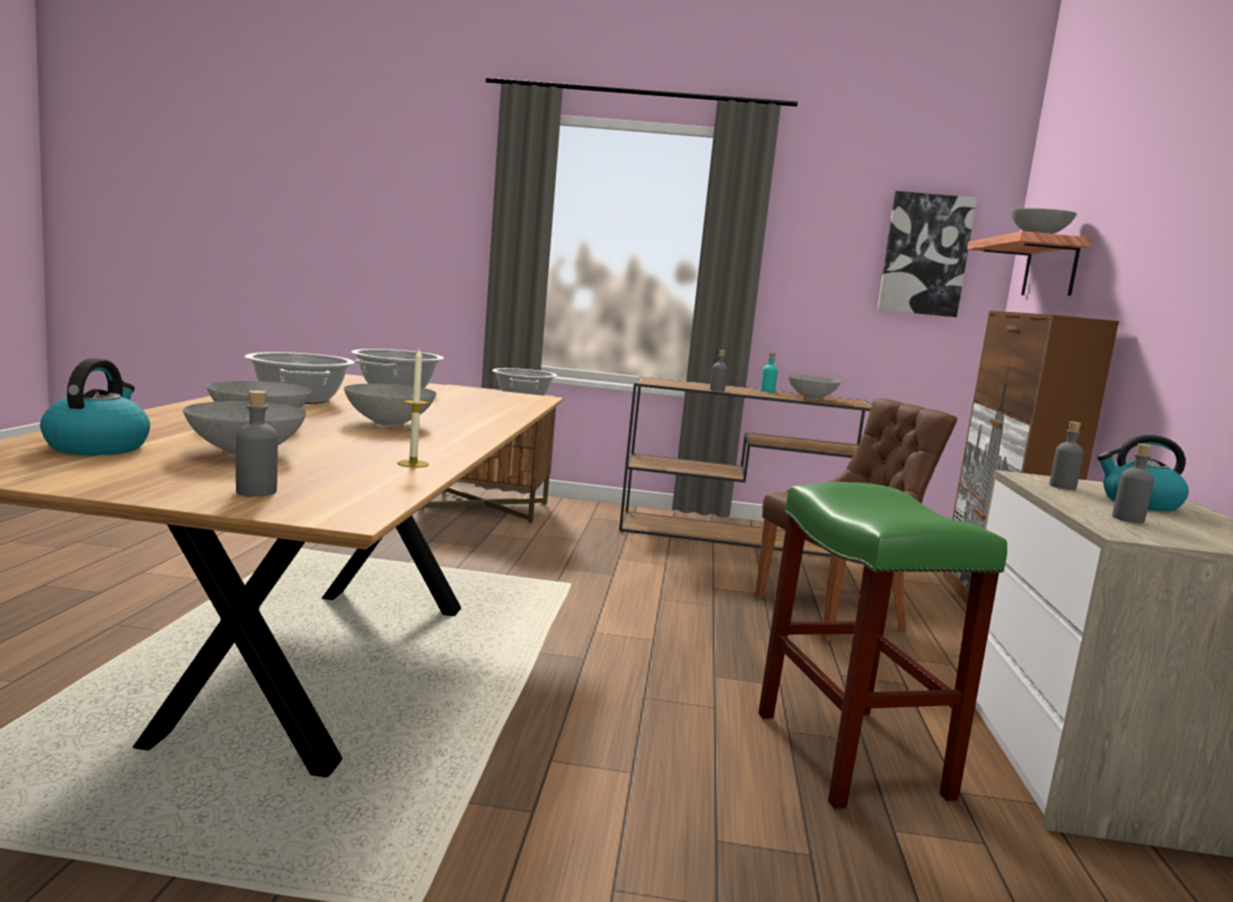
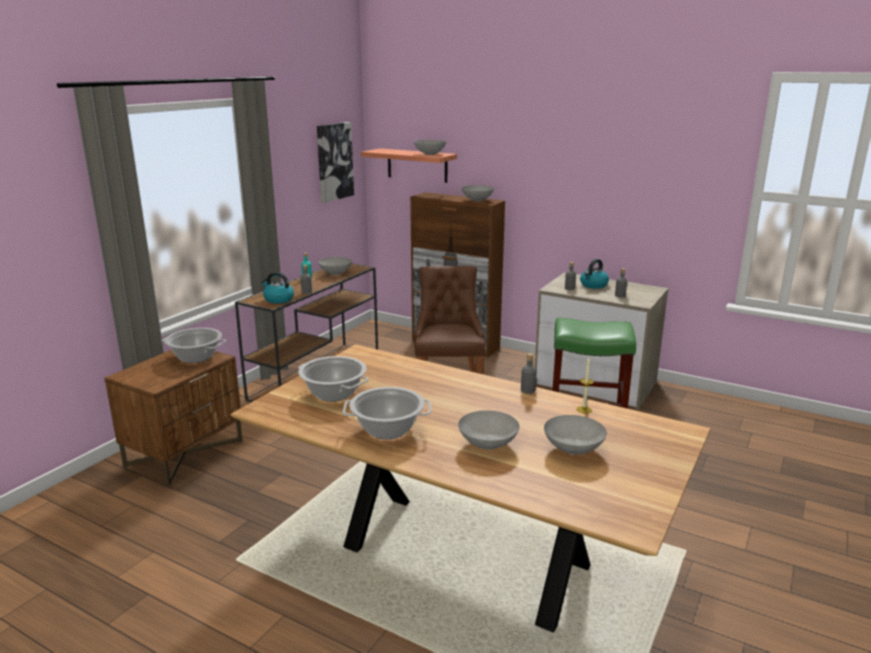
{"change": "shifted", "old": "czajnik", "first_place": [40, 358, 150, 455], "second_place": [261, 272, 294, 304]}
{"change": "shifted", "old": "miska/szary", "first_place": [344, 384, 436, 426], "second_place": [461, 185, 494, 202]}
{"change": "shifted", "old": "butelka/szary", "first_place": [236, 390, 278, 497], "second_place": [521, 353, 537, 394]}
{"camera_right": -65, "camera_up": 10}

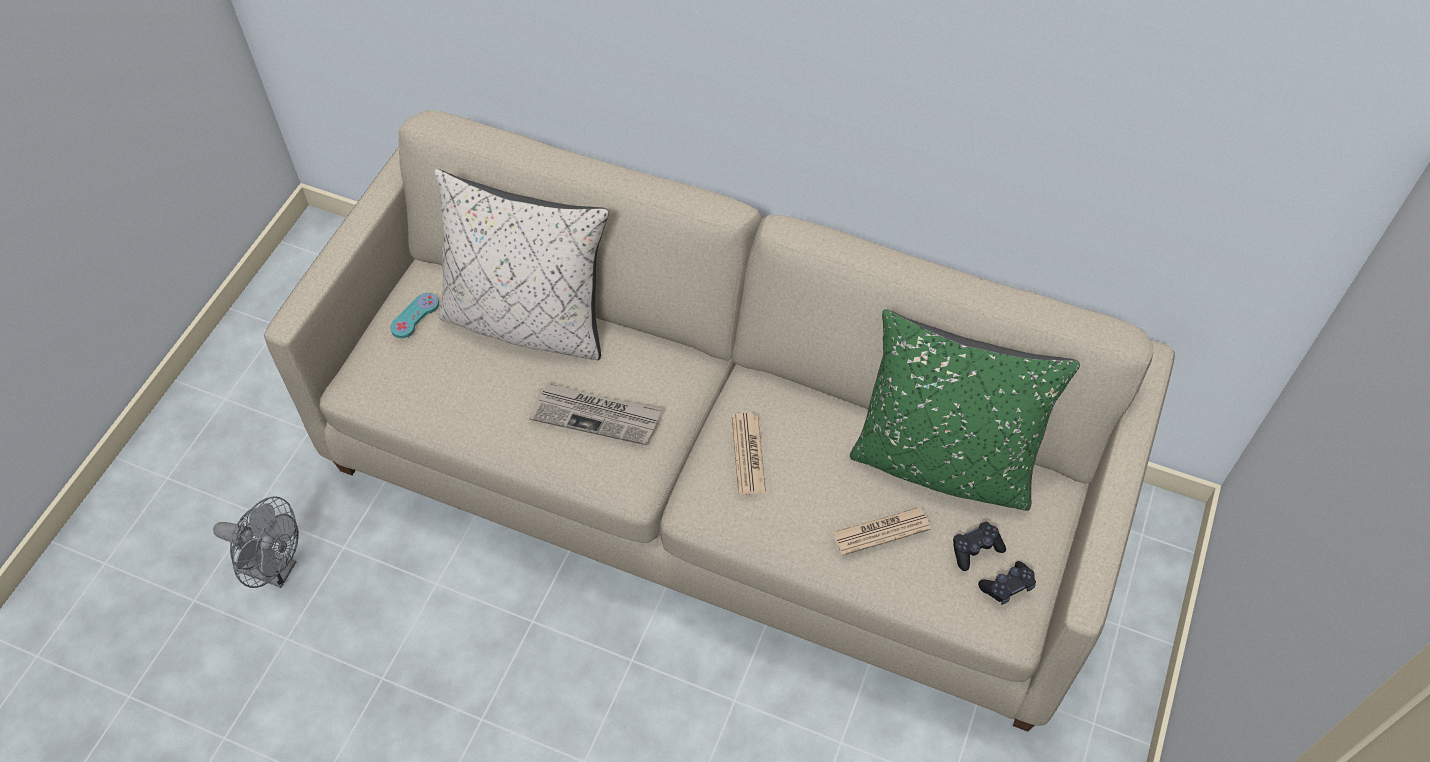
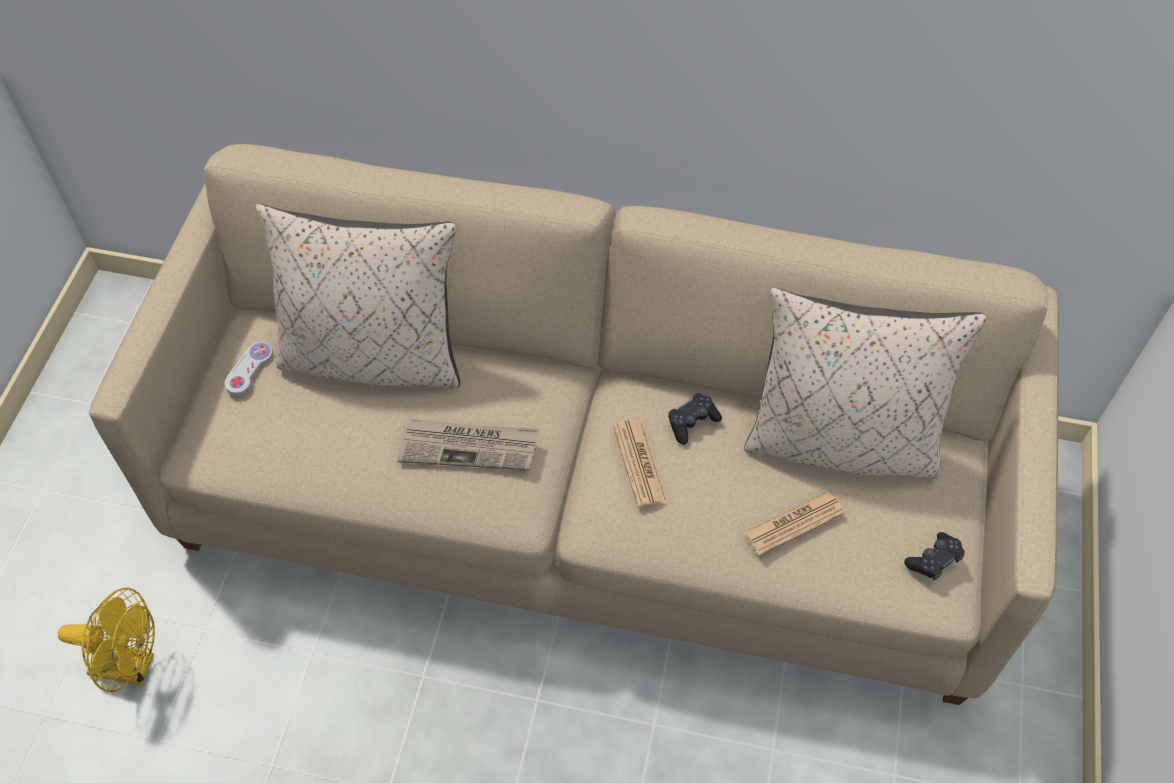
{"change": "repainted", "old": "pad do gier/turkusowy", "new": "pad do gier/biały", "first_place": [390, 293, 439, 338], "second_place": [224, 342, 273, 395]}
{"change": "repainted", "old": "poduszka/zielony", "new": "poduszka/beżowy", "first_place": [850, 309, 1080, 511], "second_place": [744, 288, 986, 479]}
{"change": "repainted", "old": "wentylator/szary", "new": "wentylator/żółty", "first_place": [213, 496, 299, 588], "second_place": [58, 588, 155, 692]}
{"change": "shifted", "old": "pad do gier/czarny", "first_place": [953, 522, 1006, 571], "second_place": [668, 393, 722, 445]}
{"camera_right": -10, "camera_up": 0}

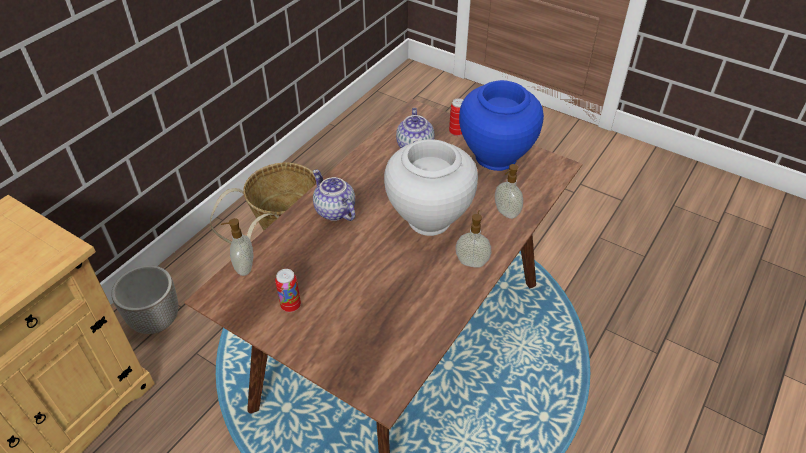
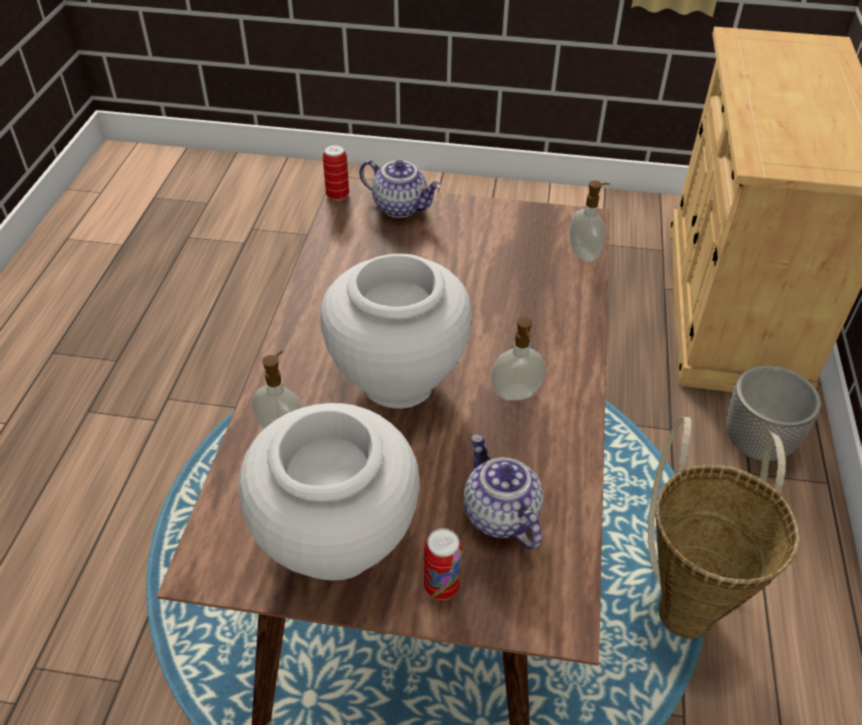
{"change": "repainted", "old": "wazon/niebieski", "new": "wazon/biały", "first_place": [459, 80, 544, 171], "second_place": [238, 403, 419, 581]}
{"change": "shifted", "old": "imbryk", "first_place": [313, 170, 355, 221], "second_place": [359, 160, 441, 218]}
{"change": "shifted", "old": "dozownik mydła", "first_place": [455, 210, 491, 268], "second_place": [491, 317, 546, 401]}
{"change": "shifted", "old": "puszka", "first_place": [275, 269, 301, 312], "second_place": [323, 144, 349, 201]}
{"camera_right": 155, "camera_up": 0}

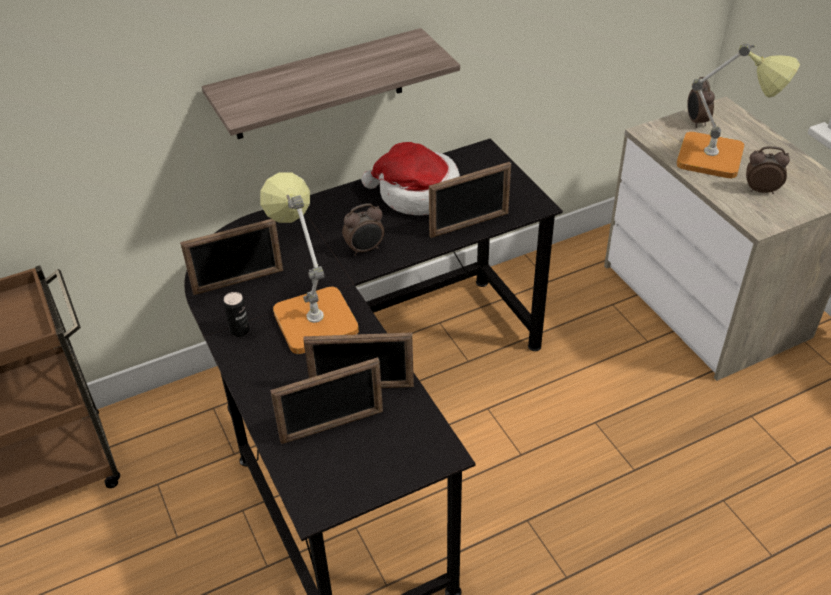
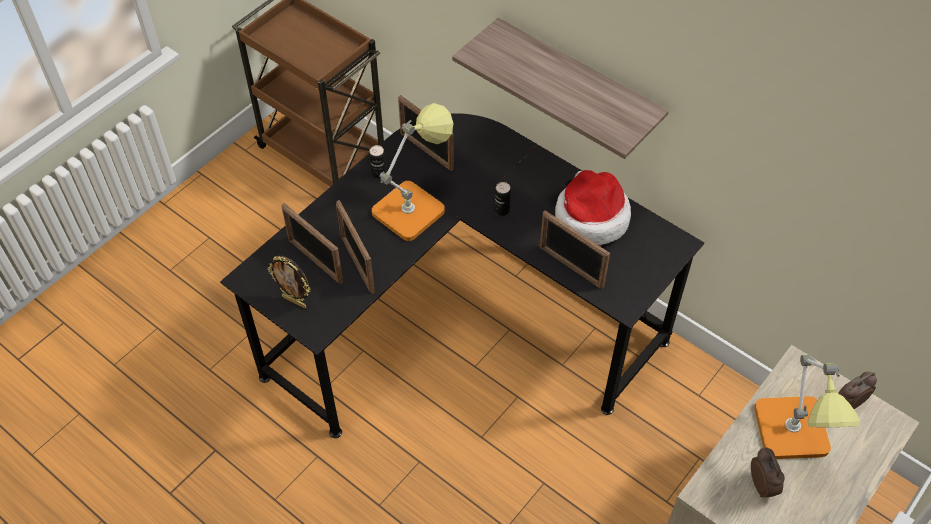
{"change": "swapped", "old": "budzik", "new": "puszka", "first_place": [342, 203, 384, 256], "second_place": [494, 182, 511, 216]}
{"change": "new", "new": "ramka na zdjęcie", "second_place": [267, 256, 310, 308]}
{"camera_right": 65, "camera_up": 10}

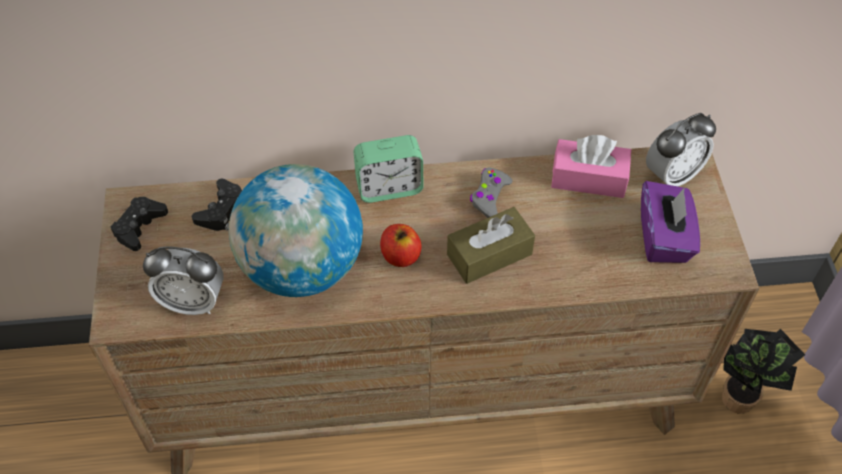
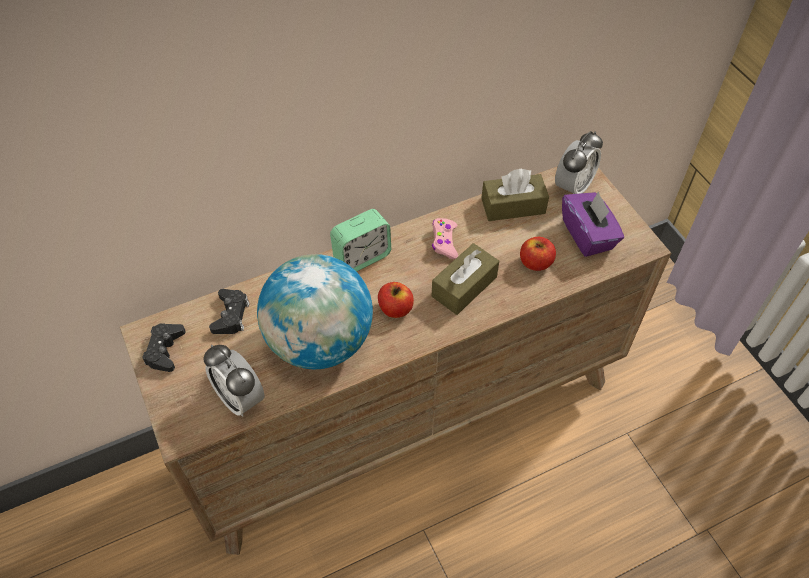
{"change": "repainted", "old": "pudełko chusteczek/różowy", "new": "pudełko chusteczek/brązowy", "first_place": [551, 135, 631, 198], "second_place": [481, 168, 549, 221]}
{"change": "repainted", "old": "pad do gier/szary", "new": "pad do gier/różowy", "first_place": [470, 167, 513, 218], "second_place": [432, 218, 458, 259]}
{"change": "rotated", "old": "budzik", "first_place": [143, 247, 224, 315], "second_place": [203, 345, 264, 417], "degrees": 60}
{"change": "gone", "old": "roślina doniczkowa", "first_place": [722, 329, 805, 414]}
{"change": "new", "new": "jabłko", "second_place": [520, 237, 556, 271]}
{"camera_right": -20, "camera_up": 0}

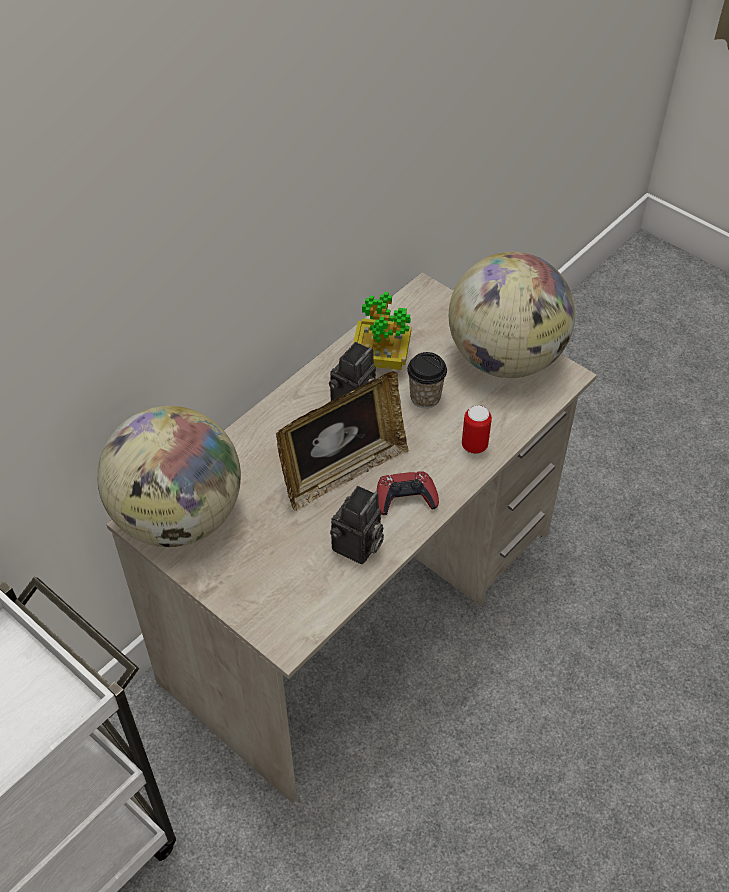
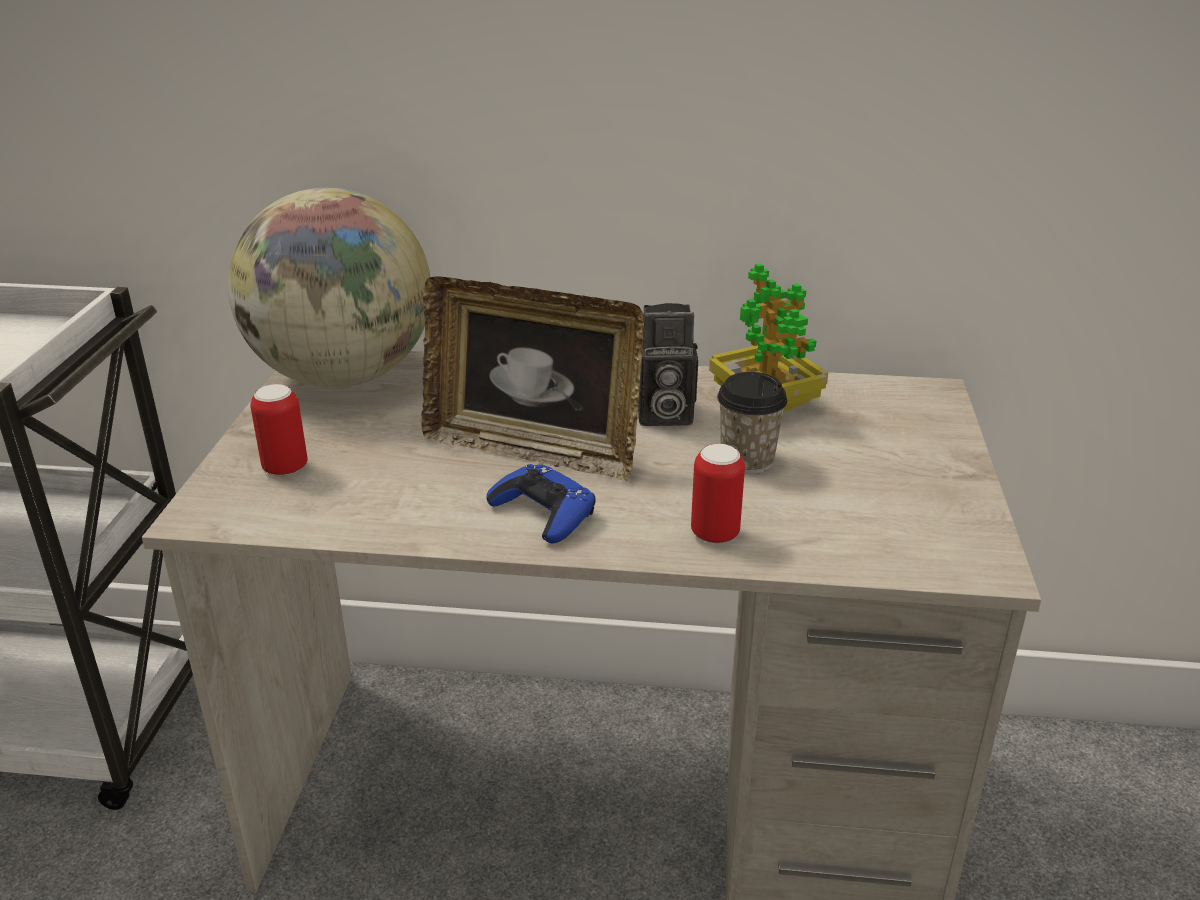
{"change": "gone", "old": "globus", "first_place": [449, 252, 575, 378]}
{"change": "repainted", "old": "pad do gier/czerwony", "new": "pad do gier/niebieski", "first_place": [377, 471, 439, 515], "second_place": [486, 464, 596, 543]}
{"change": "gone", "old": "aparat fotograficzny", "first_place": [330, 486, 384, 564]}
{"change": "new", "new": "puszka", "second_place": [250, 384, 308, 477]}
{"camera_right": 55, "camera_up": -20}

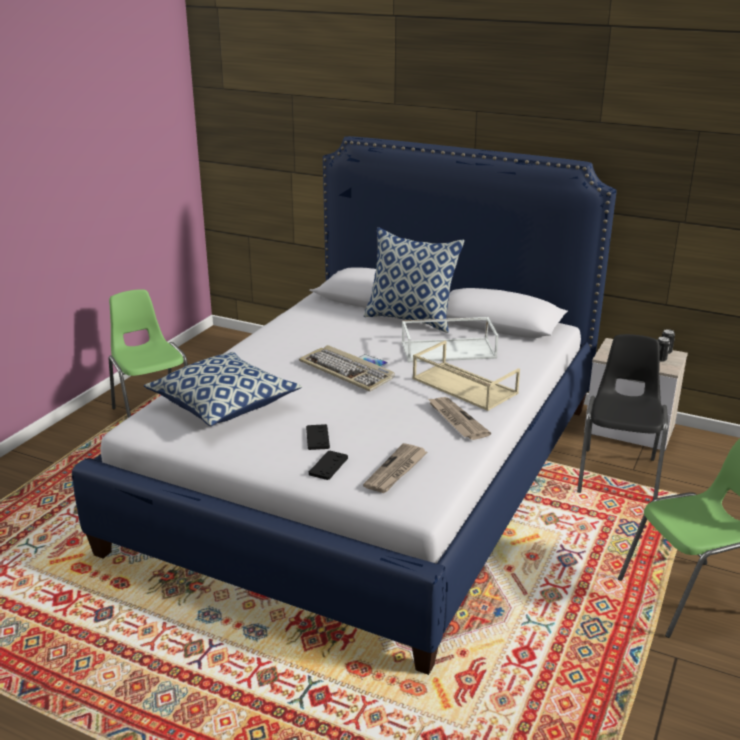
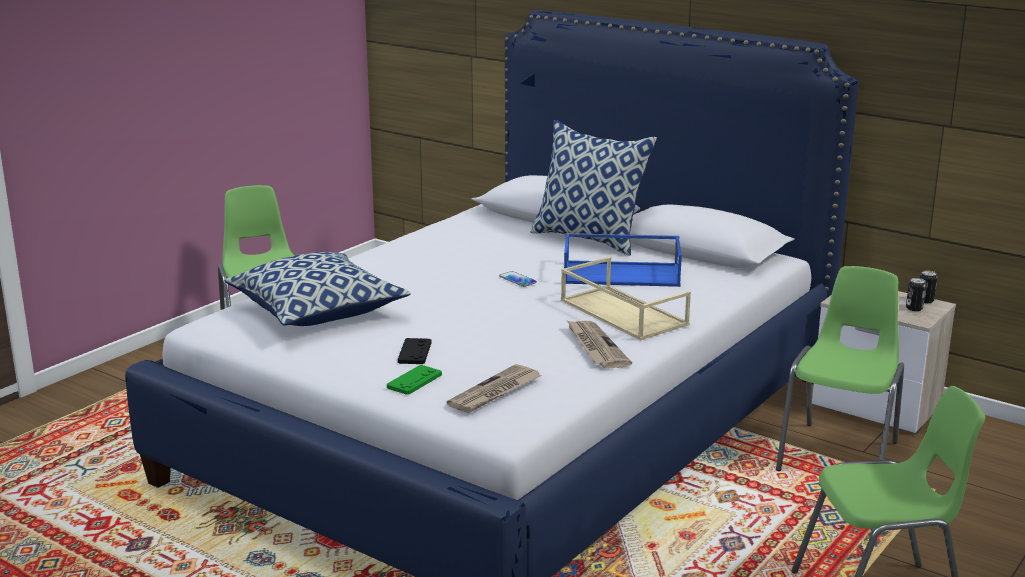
{"change": "repainted", "old": "taca/biały", "new": "taca/niebieski", "first_place": [402, 317, 498, 362], "second_place": [564, 233, 682, 287]}
{"change": "repainted", "old": "krzesło/czarny", "new": "krzesło/zielony", "first_place": [577, 334, 668, 500], "second_place": [776, 266, 904, 471]}
{"change": "gone", "old": "klawiatura", "first_place": [299, 345, 395, 392]}
{"change": "repainted", "old": "pad do gier/czarny", "new": "pad do gier/zielony", "first_place": [309, 451, 348, 480], "second_place": [387, 365, 442, 395]}
{"camera_right": 10, "camera_up": -5}

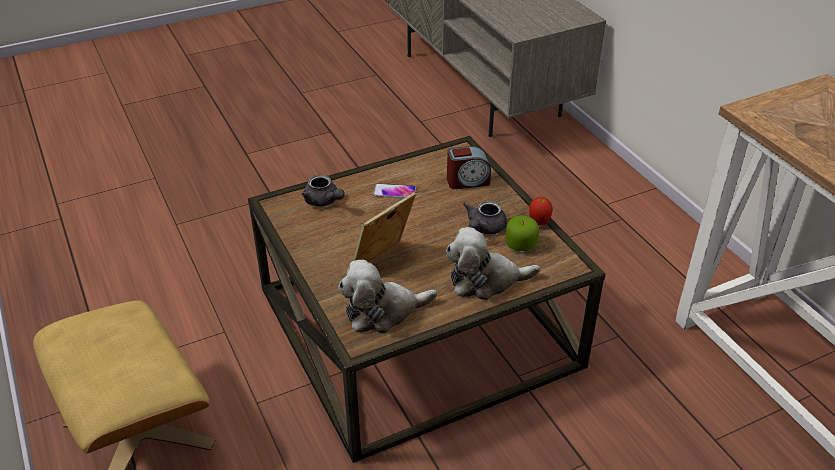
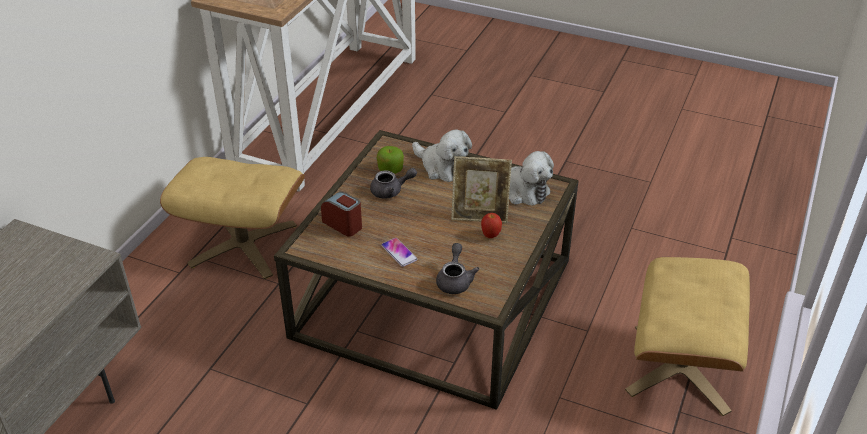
{"change": "shifted", "old": "jabłko", "first_place": [529, 197, 553, 226], "second_place": [481, 213, 502, 238]}
{"change": "new", "new": "pufa/beżowy", "second_place": [160, 157, 305, 279]}
{"camera_right": -130, "camera_up": 0}

